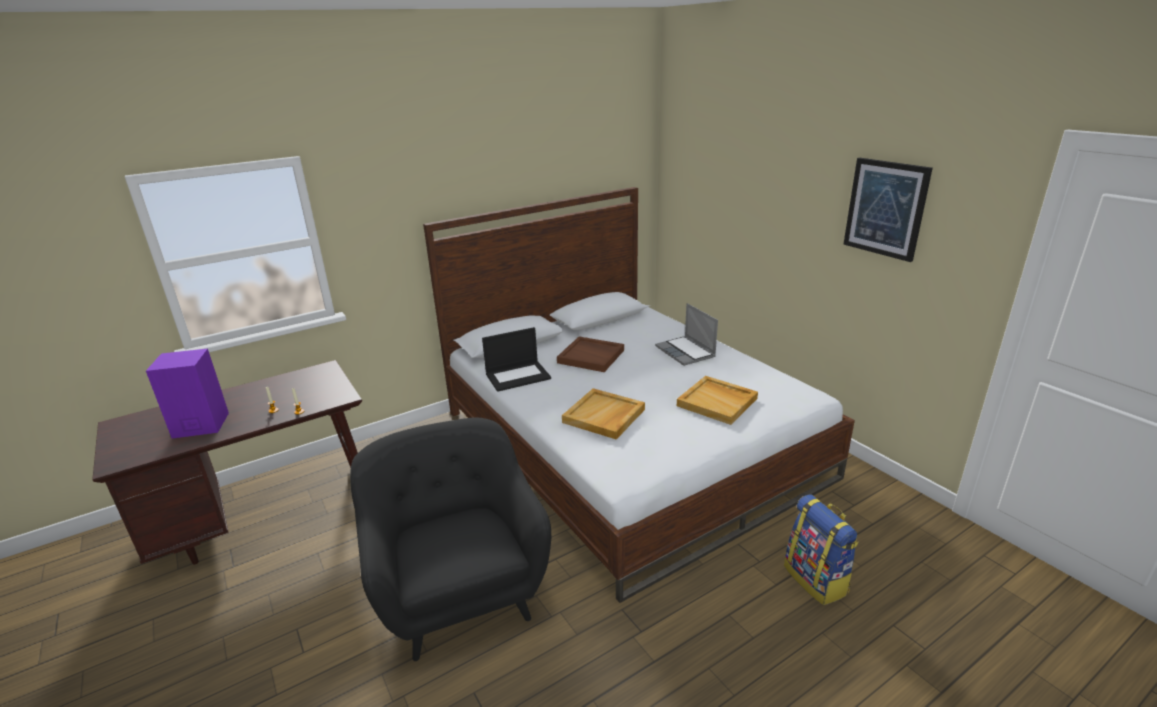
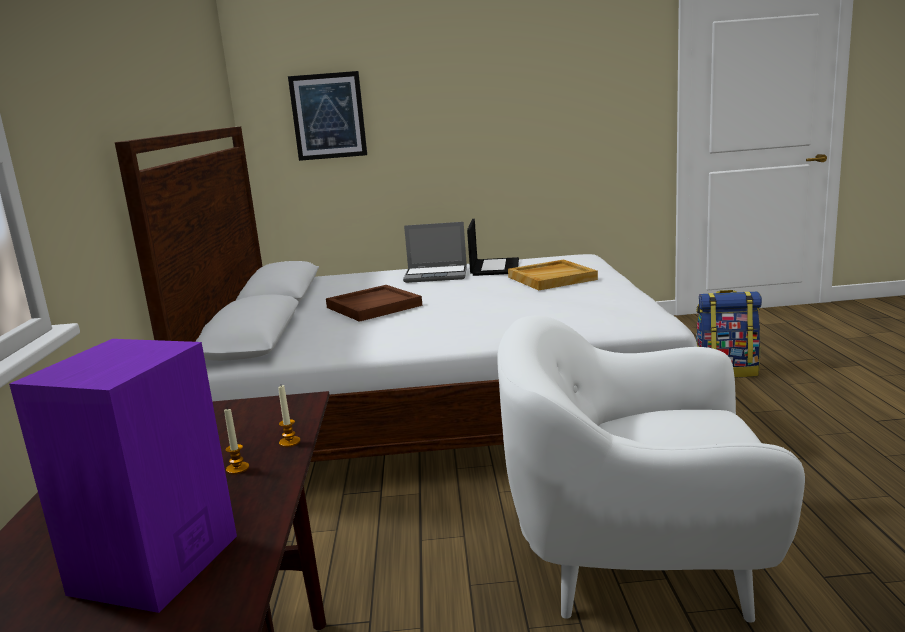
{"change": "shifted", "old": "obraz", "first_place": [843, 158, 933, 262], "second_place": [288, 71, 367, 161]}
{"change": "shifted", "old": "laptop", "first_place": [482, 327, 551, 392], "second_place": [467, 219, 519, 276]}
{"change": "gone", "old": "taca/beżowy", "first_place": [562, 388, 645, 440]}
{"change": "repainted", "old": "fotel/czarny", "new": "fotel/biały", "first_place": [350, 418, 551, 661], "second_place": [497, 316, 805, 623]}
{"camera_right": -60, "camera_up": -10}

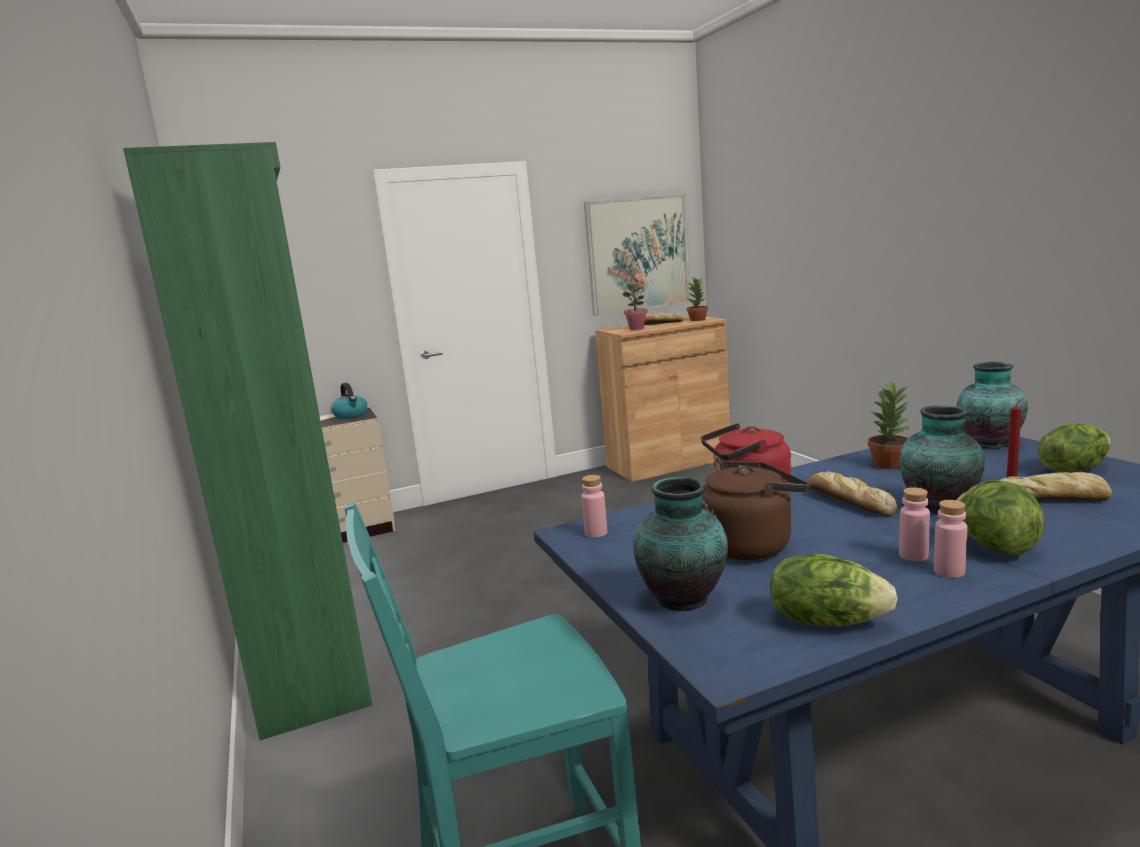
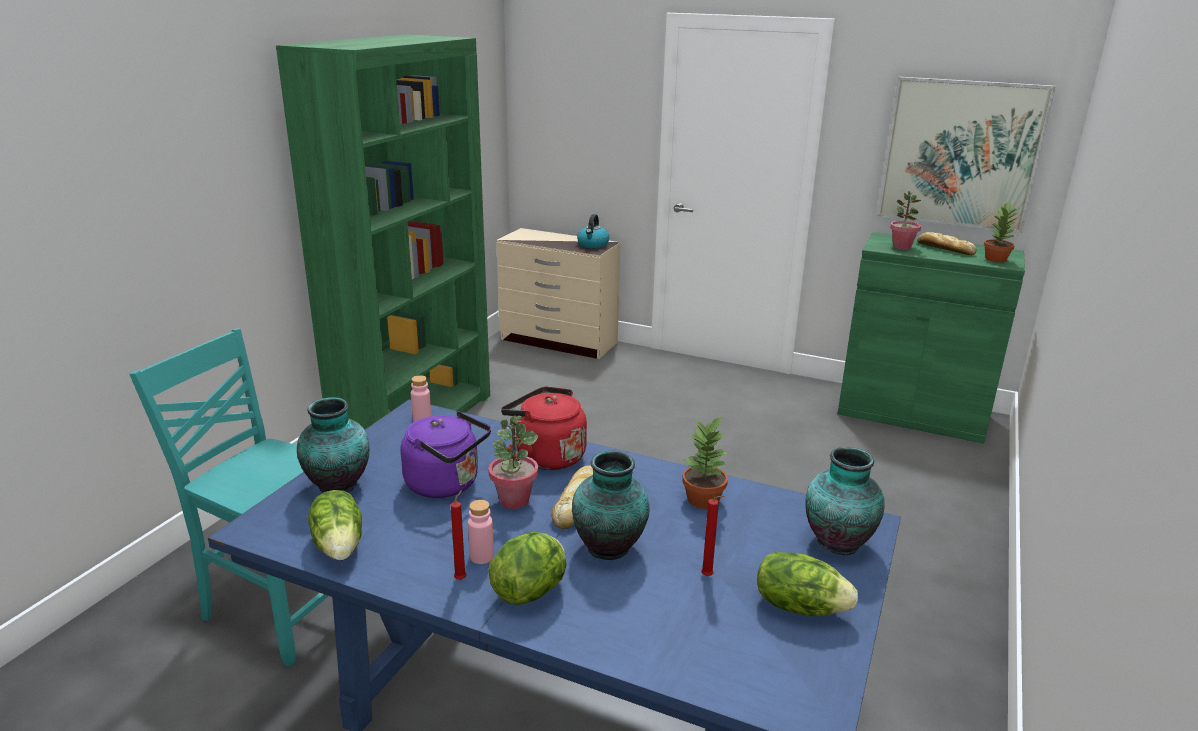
{"change": "repainted", "old": "szafka/brązowy", "new": "szafka/zielony", "first_place": [595, 316, 730, 482], "second_place": [838, 232, 1025, 444]}
{"change": "repainted", "old": "czajnik/brązowy", "new": "czajnik/fioletowy", "first_place": [702, 461, 809, 560], "second_place": [401, 411, 491, 498]}
{"change": "gone", "old": "chleb", "first_place": [999, 472, 1112, 500]}
{"change": "swapped", "old": "butelka/różowy", "new": "świeca/czerwony", "first_place": [934, 500, 968, 578], "second_place": [451, 490, 467, 580]}
{"change": "new", "new": "roślina doniczkowa", "second_place": [488, 416, 538, 509]}
{"camera_right": 45, "camera_up": 10}

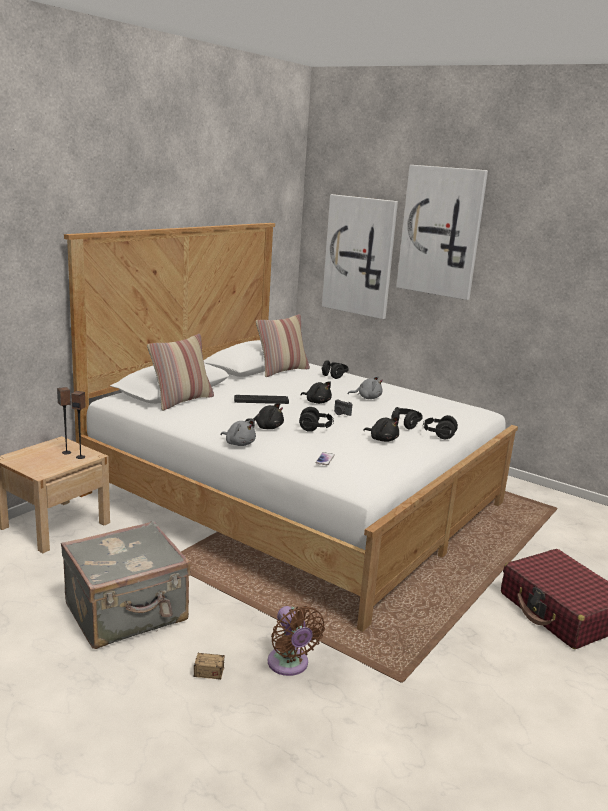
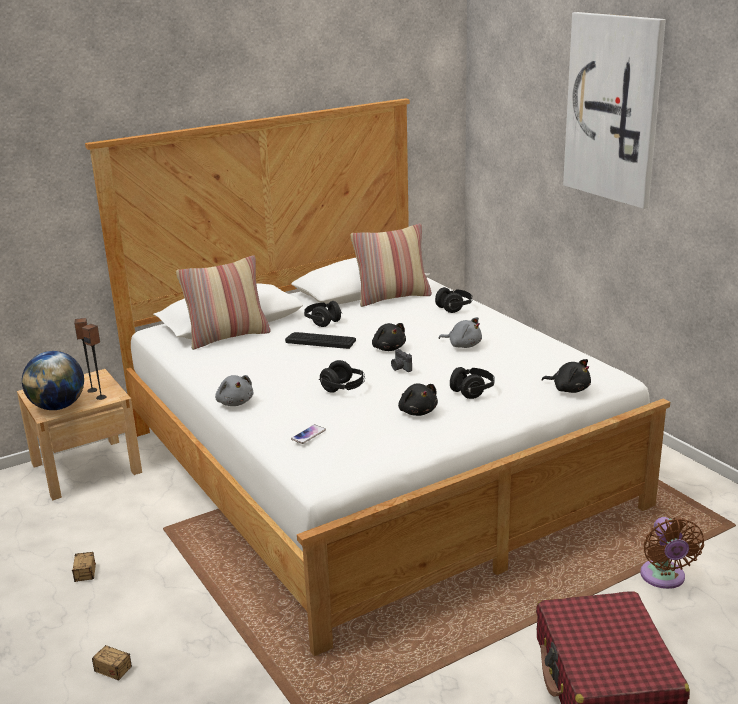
{"change": "gone", "old": "obraz", "first_place": [322, 194, 398, 319]}
{"change": "shifted", "old": "pluszak/czarny", "first_place": [245, 403, 284, 429], "second_place": [542, 359, 591, 393]}
{"change": "shifted", "old": "słuchawki/czarny", "first_place": [424, 415, 458, 439], "second_place": [304, 301, 342, 327]}
{"change": "swapped", "old": "walizka/szary", "new": "pojemnik do przechowywania", "first_place": [61, 521, 190, 649], "second_place": [72, 552, 96, 582]}
{"change": "shifted", "old": "wentylator/brązowy", "first_place": [268, 606, 325, 676], "second_place": [640, 517, 704, 589]}
{"change": "new", "new": "globus", "second_place": [22, 351, 84, 410]}
{"camera_right": 25, "camera_up": 5}

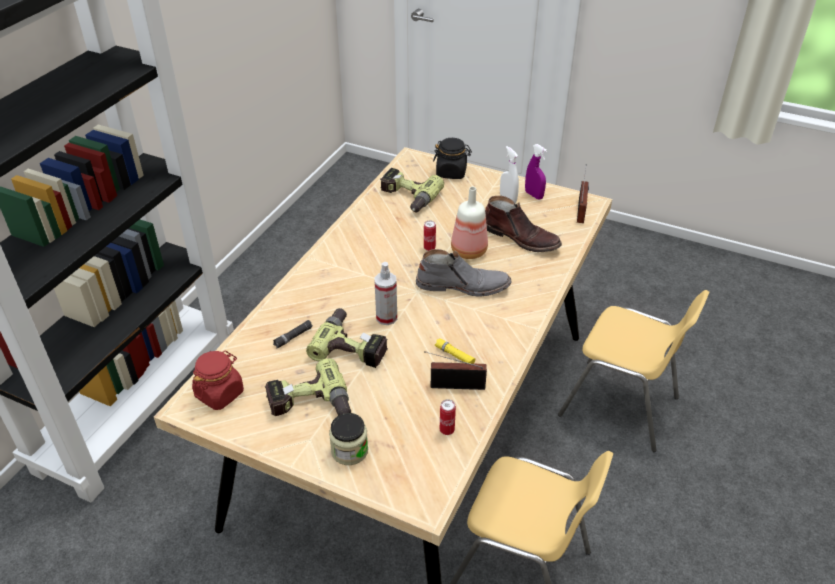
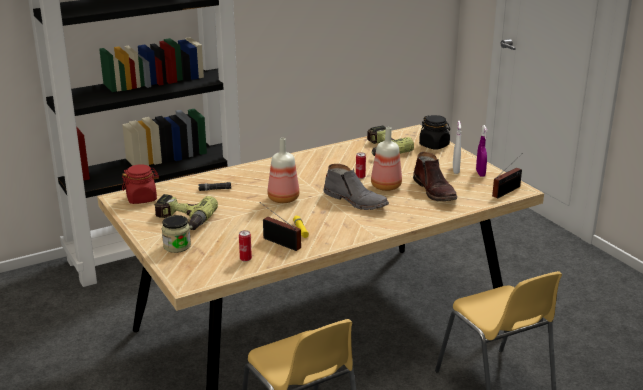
{"change": "swapped", "old": "spryskiwacz", "new": "butelka", "first_place": [374, 262, 397, 325], "second_place": [268, 138, 299, 203]}
{"change": "gone", "old": "wiertarka", "first_place": [306, 308, 388, 368]}
{"camera_right": 35, "camera_up": -15}

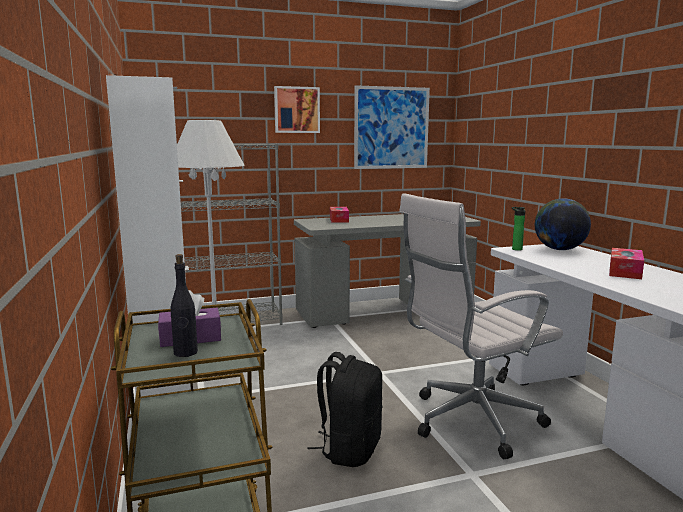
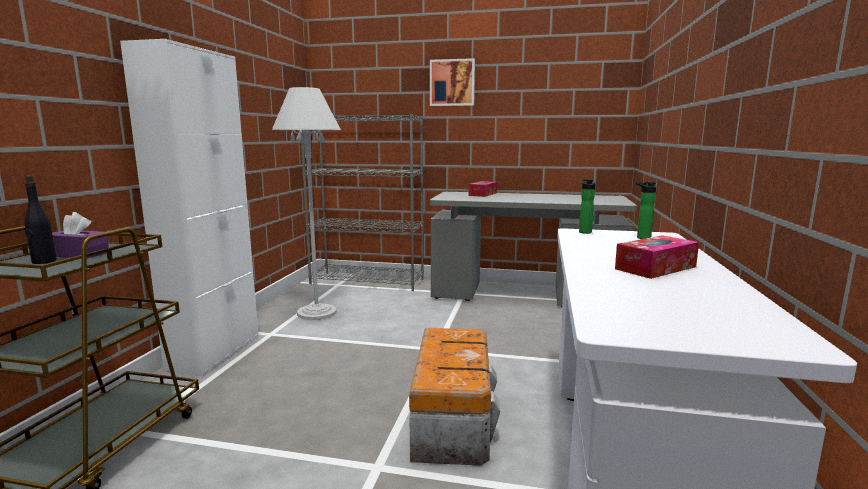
{"change": "gone", "old": "obraz", "first_place": [354, 85, 430, 169]}
{"change": "swapped", "old": "krzesło biurowe/biały", "new": "pojemnik do przechowywania", "first_place": [399, 193, 563, 459], "second_place": [409, 328, 500, 466]}
{"change": "swapped", "old": "globus", "new": "butelka", "first_place": [535, 198, 591, 250], "second_place": [636, 182, 657, 239]}
{"change": "gone", "old": "plecak/czarny", "first_place": [307, 352, 382, 467]}
{"camera_right": 30, "camera_up": 0}

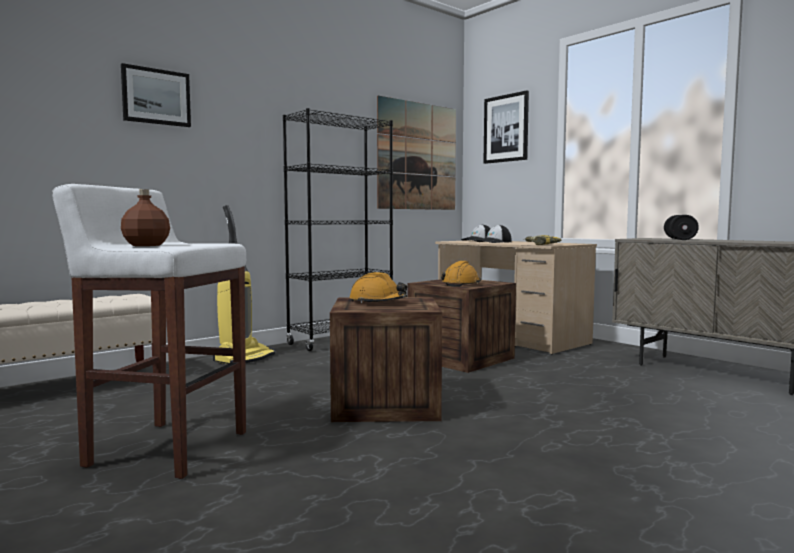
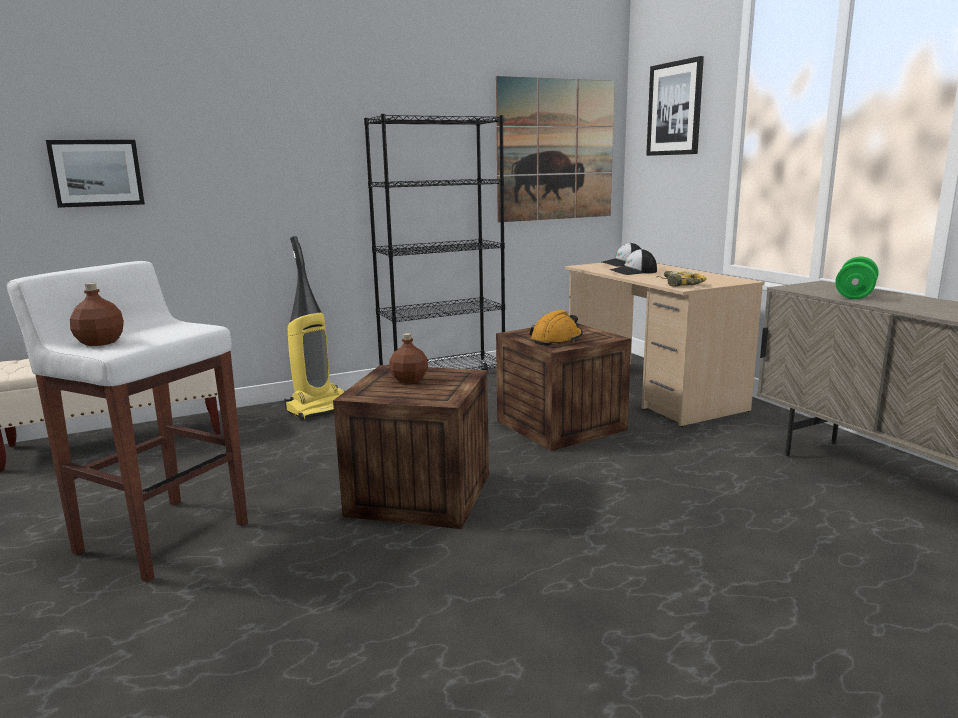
{"change": "shifted", "old": "obraz", "first_place": [121, 63, 191, 127], "second_place": [46, 140, 145, 208]}
{"change": "repainted", "old": "hantel/czarny", "new": "hantel/zielony", "first_place": [664, 215, 699, 240], "second_place": [835, 257, 879, 299]}
{"change": "swapped", "old": "kask/pomarańczowy", "new": "butelka/brązowy", "first_place": [349, 272, 407, 303], "second_place": [389, 333, 428, 384]}
{"camera_right": 15, "camera_up": 10}

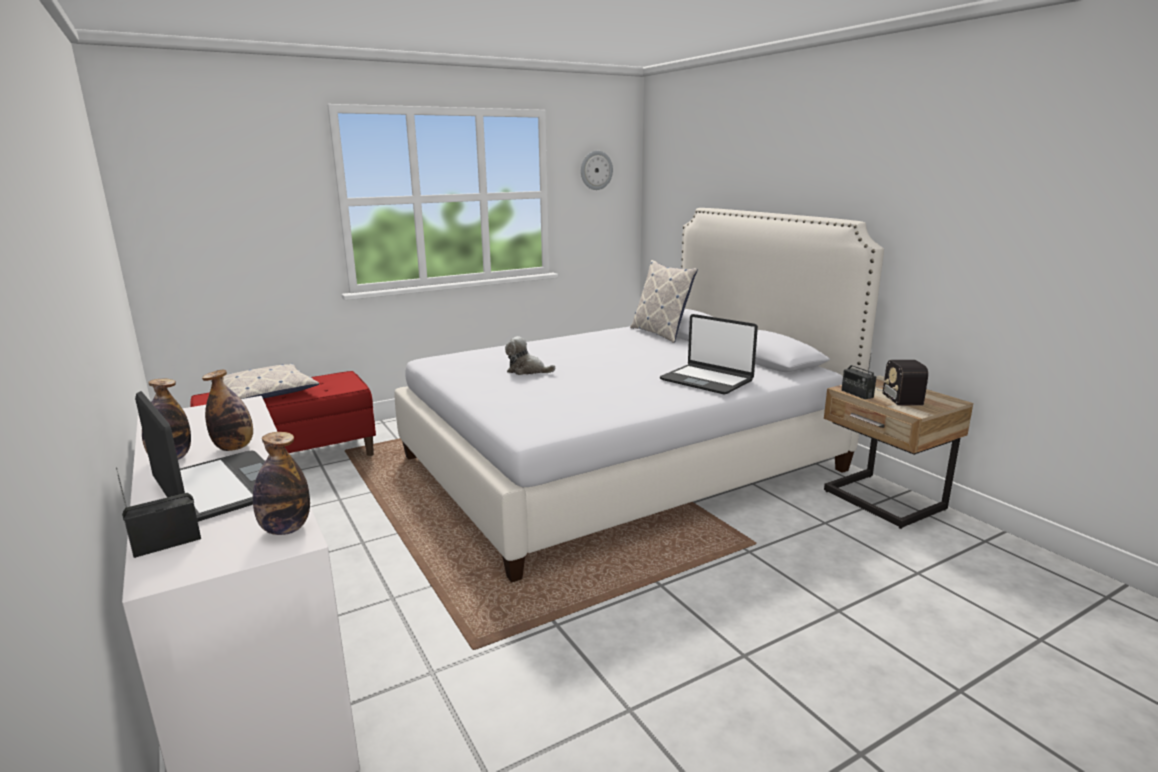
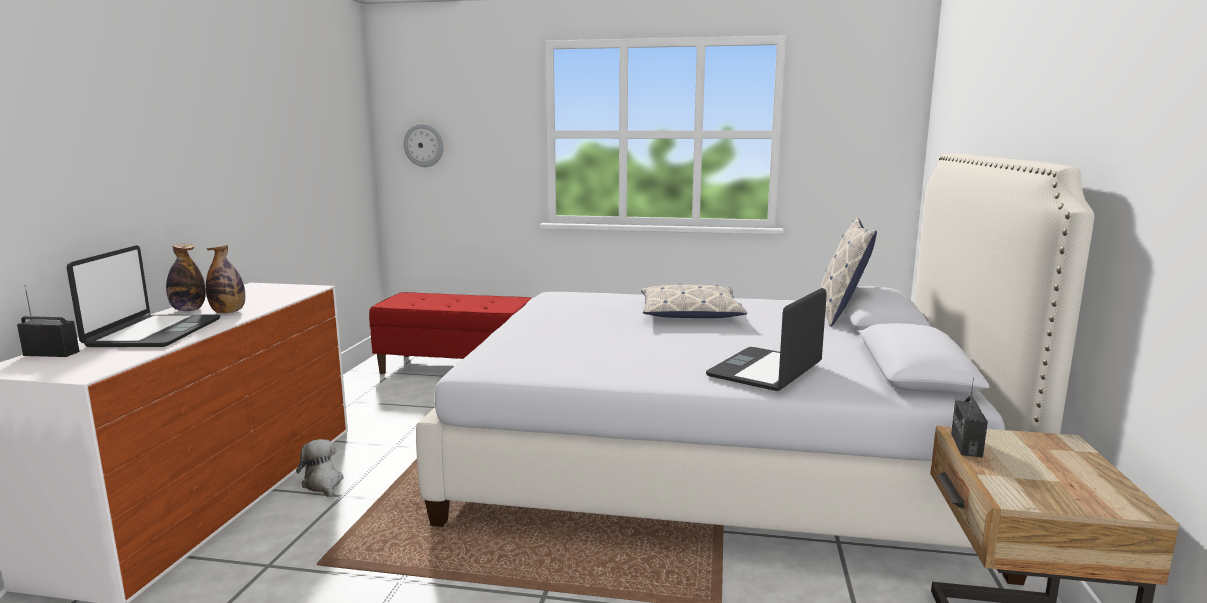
{"change": "shifted", "old": "zegar ścienny", "first_place": [581, 151, 613, 190], "second_place": [403, 124, 444, 167]}
{"change": "rotated", "old": "laptop", "first_place": [660, 314, 758, 394], "second_place": [706, 288, 827, 391], "degrees": 45}
{"change": "shifted", "old": "pluszak", "first_place": [505, 336, 555, 375], "second_place": [296, 439, 344, 497]}
{"change": "gone", "old": "radio", "first_place": [875, 360, 928, 406]}
{"change": "shifted", "old": "poduszka", "first_place": [211, 363, 319, 399], "second_place": [641, 284, 747, 318]}
{"change": "gone", "old": "butelka", "first_place": [253, 432, 310, 535]}
{"camera_right": 40, "camera_up": -5}

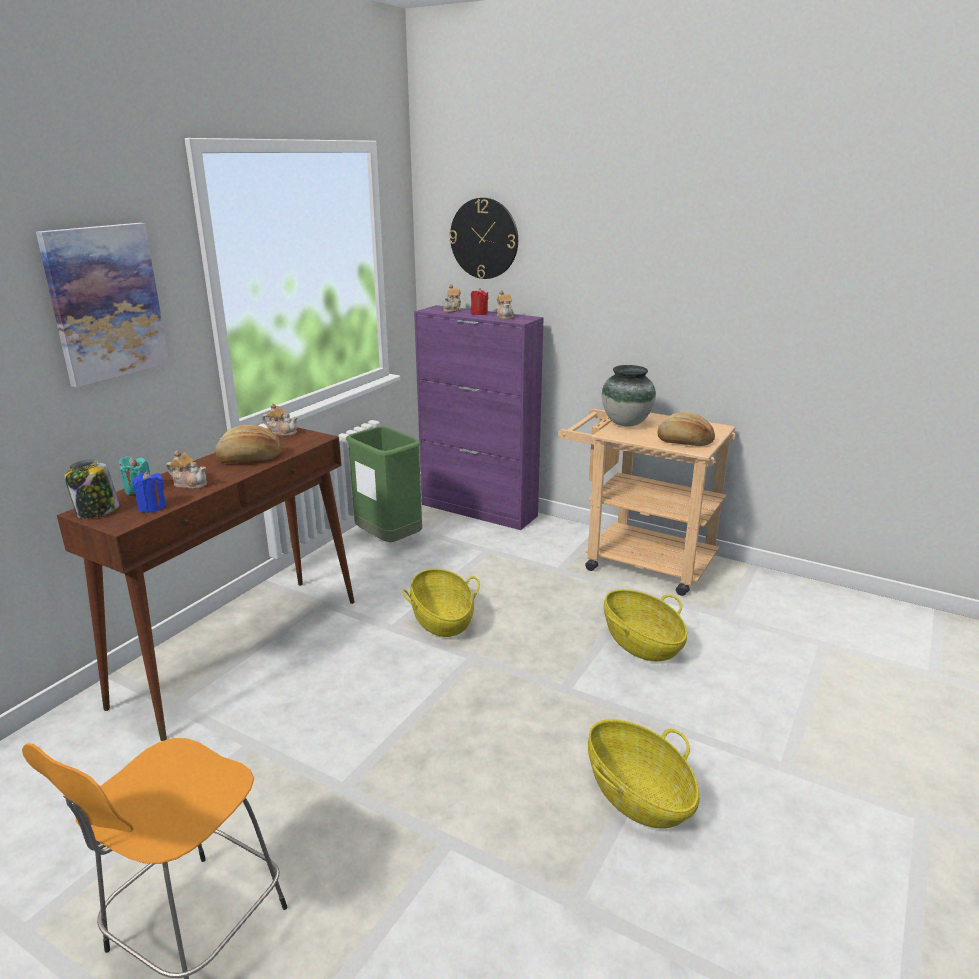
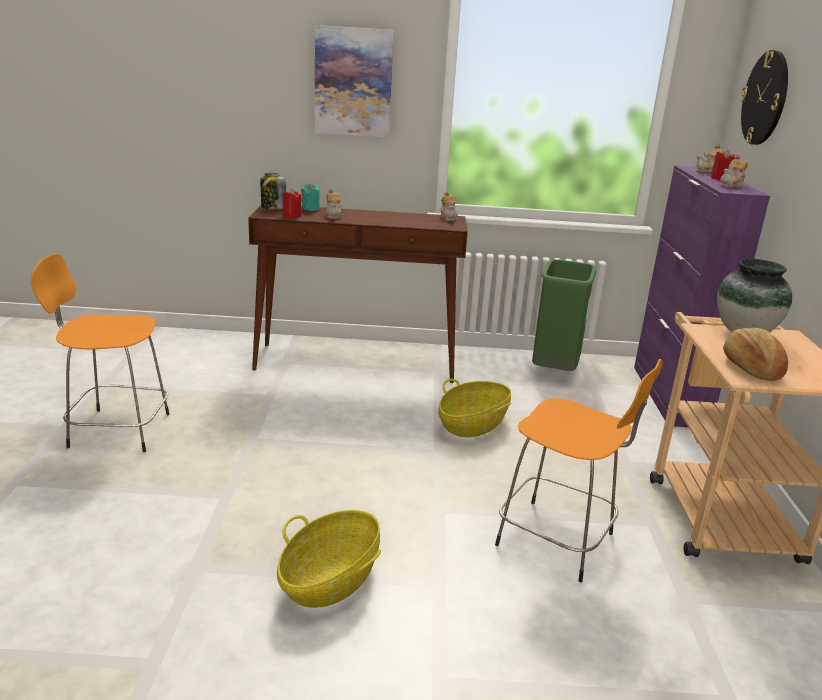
{"change": "gone", "old": "chleb", "first_place": [215, 425, 282, 464]}
{"change": "repainted", "old": "świeca/niebieski", "new": "świeca/czerwony", "first_place": [133, 471, 166, 513], "second_place": [283, 189, 302, 218]}
{"change": "swapped", "old": "koszyk", "new": "stołek/pomarańczowy", "first_place": [604, 589, 687, 661], "second_place": [495, 359, 663, 582]}
{"camera_right": 60, "camera_up": 0}

